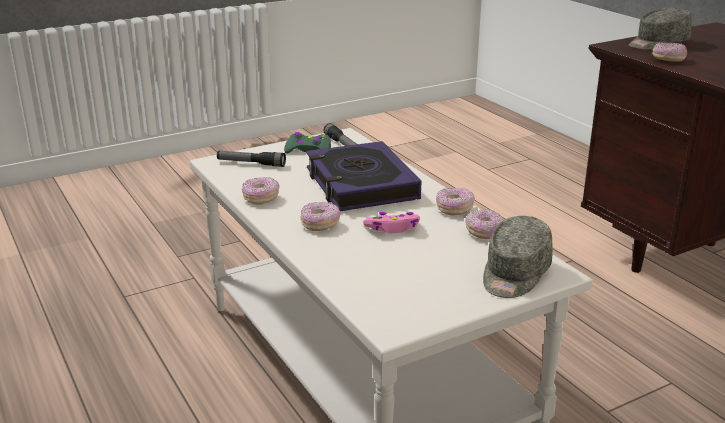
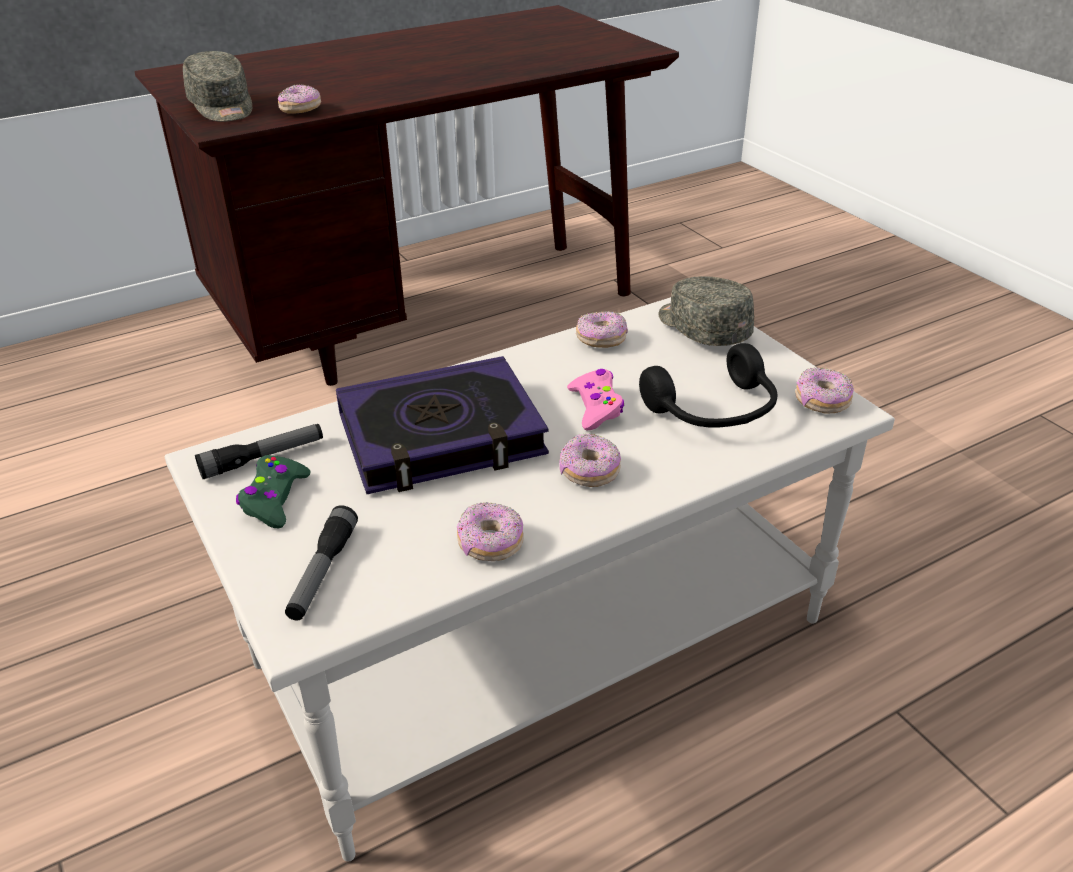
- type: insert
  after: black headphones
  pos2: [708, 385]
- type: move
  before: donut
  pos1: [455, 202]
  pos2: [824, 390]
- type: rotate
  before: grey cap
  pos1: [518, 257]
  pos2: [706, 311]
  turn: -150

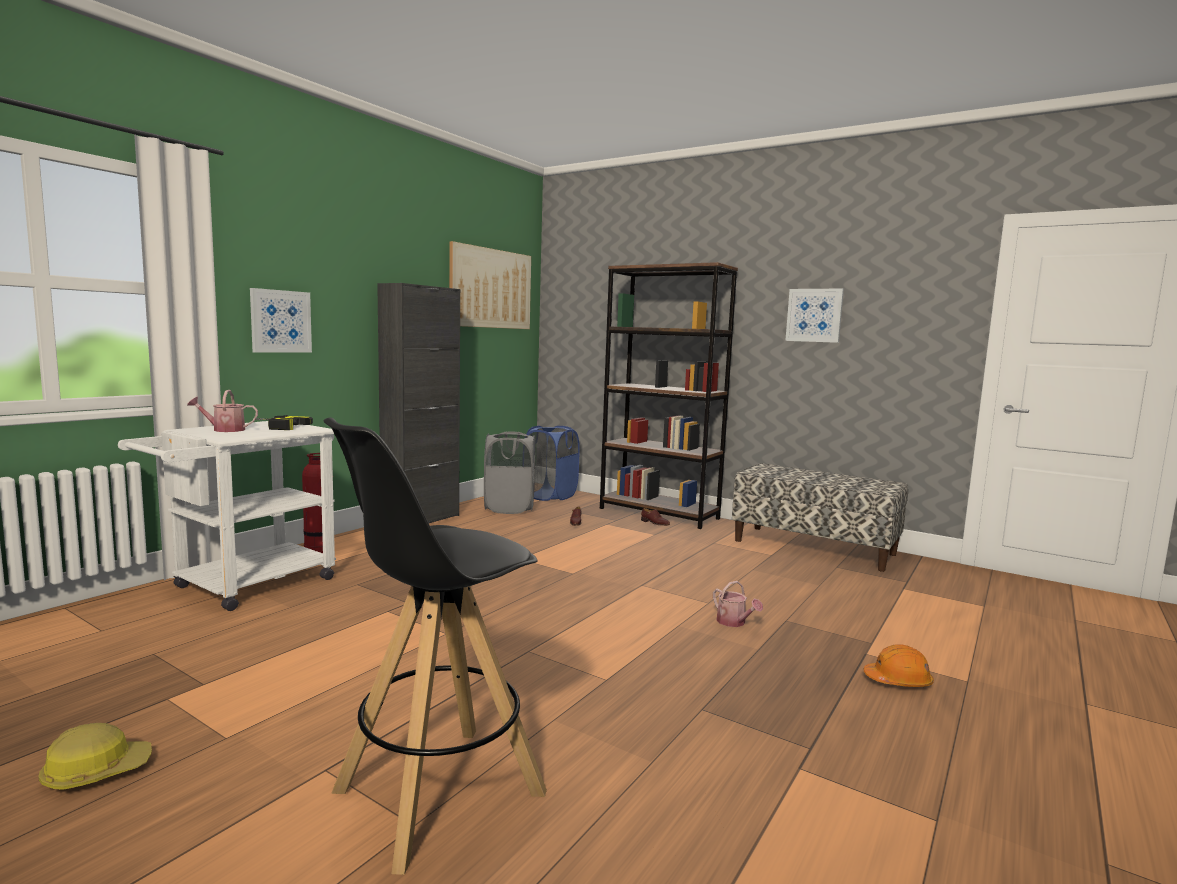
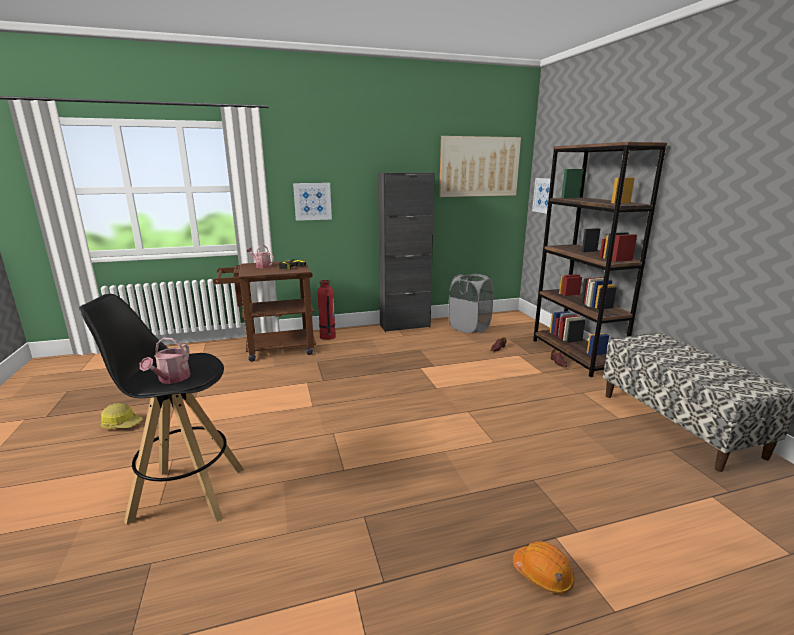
- type: delete
  before: blue laundry basket
  pos1: [553, 463]
- type: move
  before: watering can
  pos1: [738, 604]
  pos2: [165, 361]
- type: move
  before: picture
  pos1: [814, 316]
  pos2: [544, 196]
- type: recolor
  before: white cart
  after: brown cart
  pos1: [227, 516]
  pos2: [264, 311]

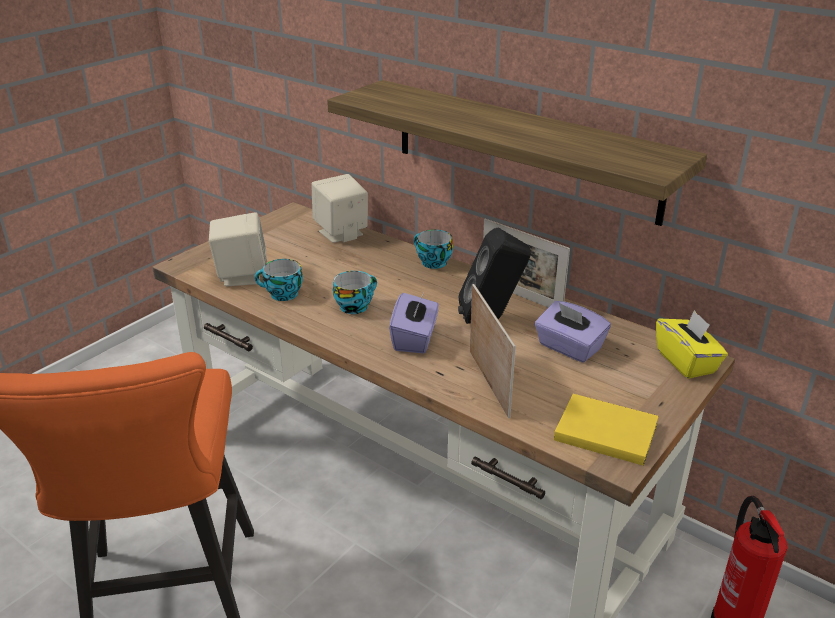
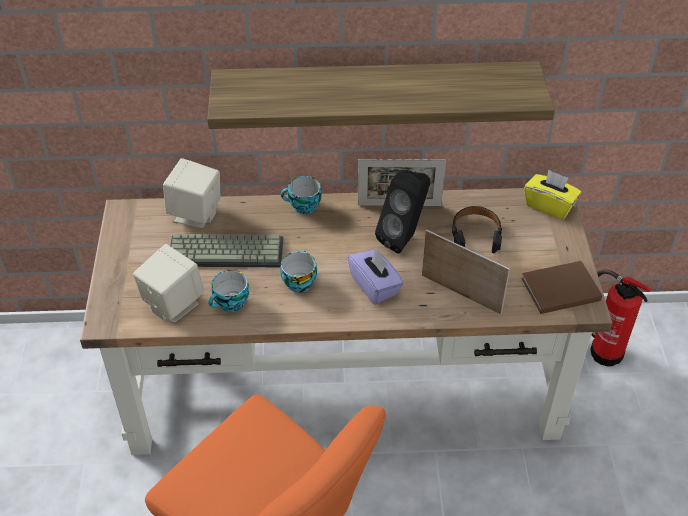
- type: insert
  after: keyboard
  pos2: [226, 250]
- type: replace
  before: purple tissue box
  after: black headphones
  pos1: [573, 332]
  pos2: [477, 229]
- type: recolor
  before: yellow book
  after: brown book
  pos1: [606, 430]
  pos2: [561, 287]

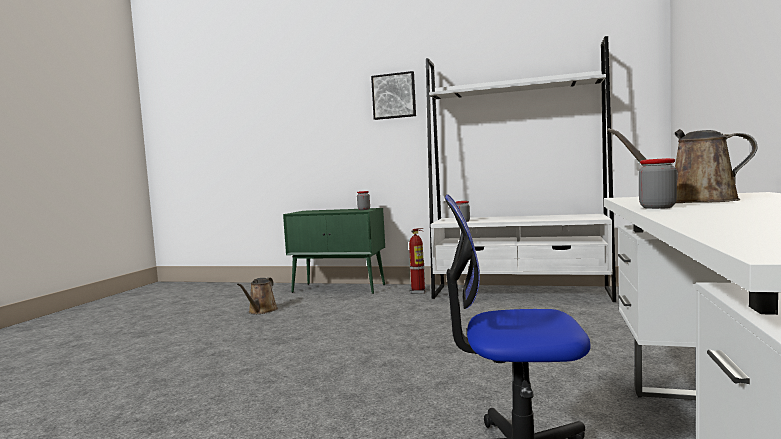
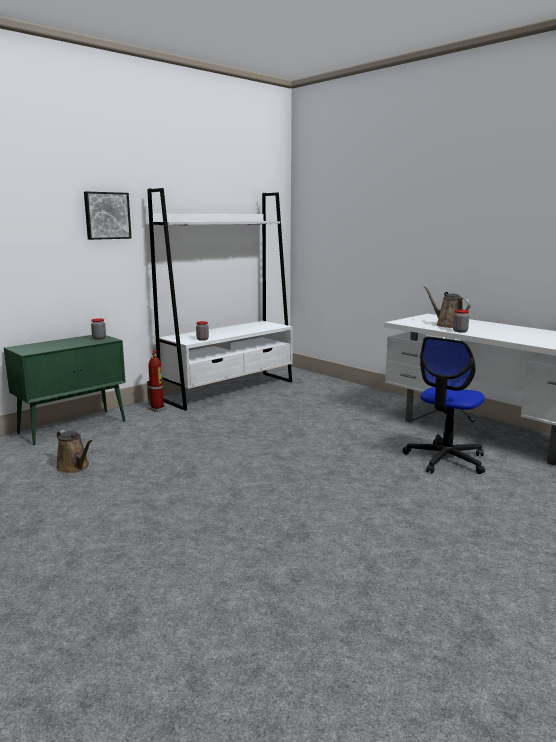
- type: rotate
  before: brown watering can
  pos1: [682, 165]
  pos2: [447, 307]
  turn: 105

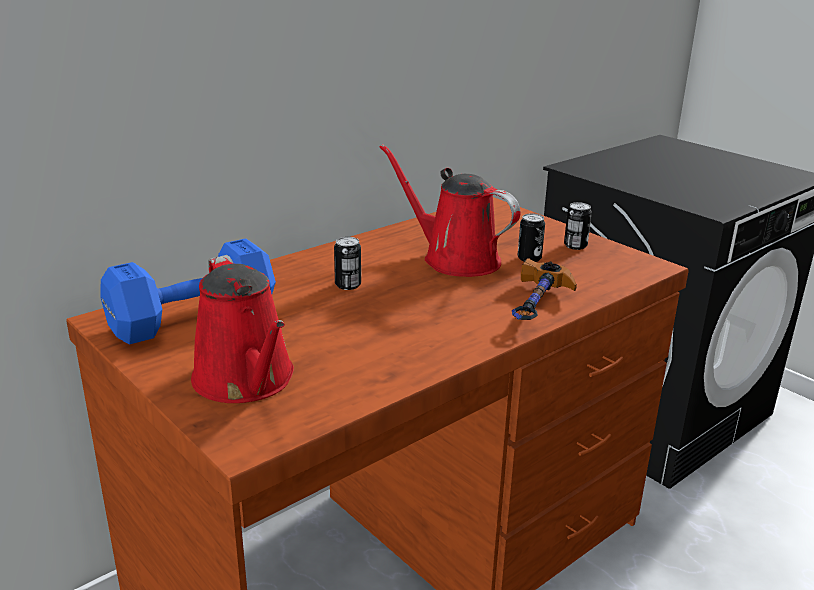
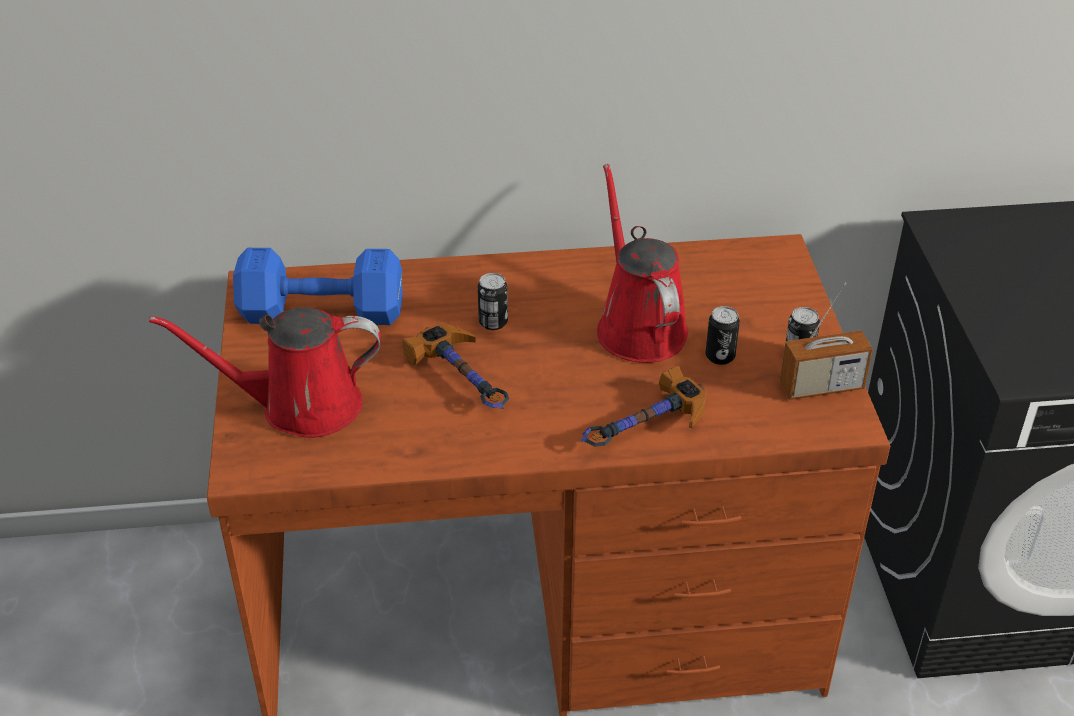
- type: insert
  after: hammer
  pos2: [455, 366]
- type: insert
  after: radio
  pos2: [826, 341]
- type: rotate
  before: red watering can
  pos1: [242, 329]
  pos2: [265, 372]
  turn: 75

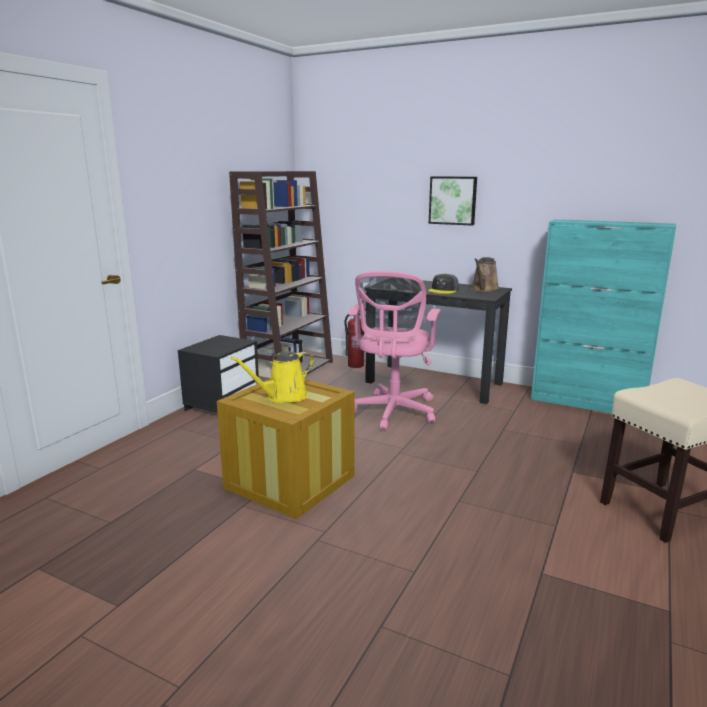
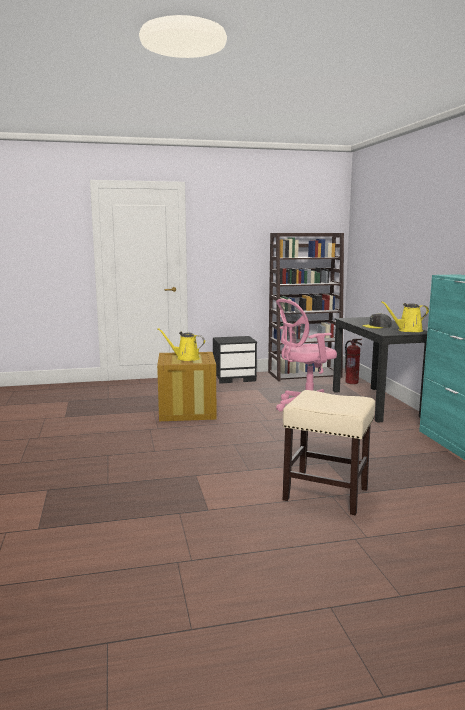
- type: delete
  before: picture
  pos1: [453, 201]
- type: recolor
  before: brown watering can
  after: yellow watering can
  pos1: [485, 274]
  pos2: [405, 316]

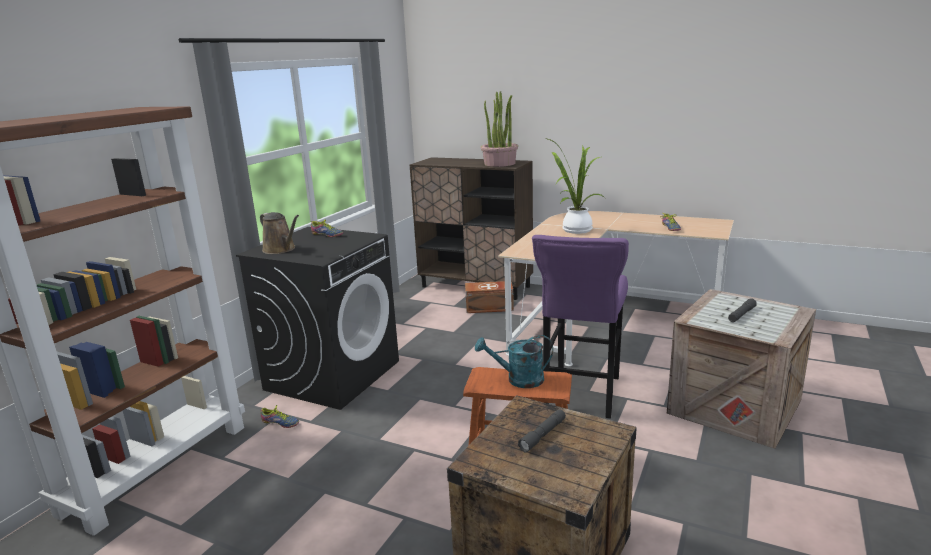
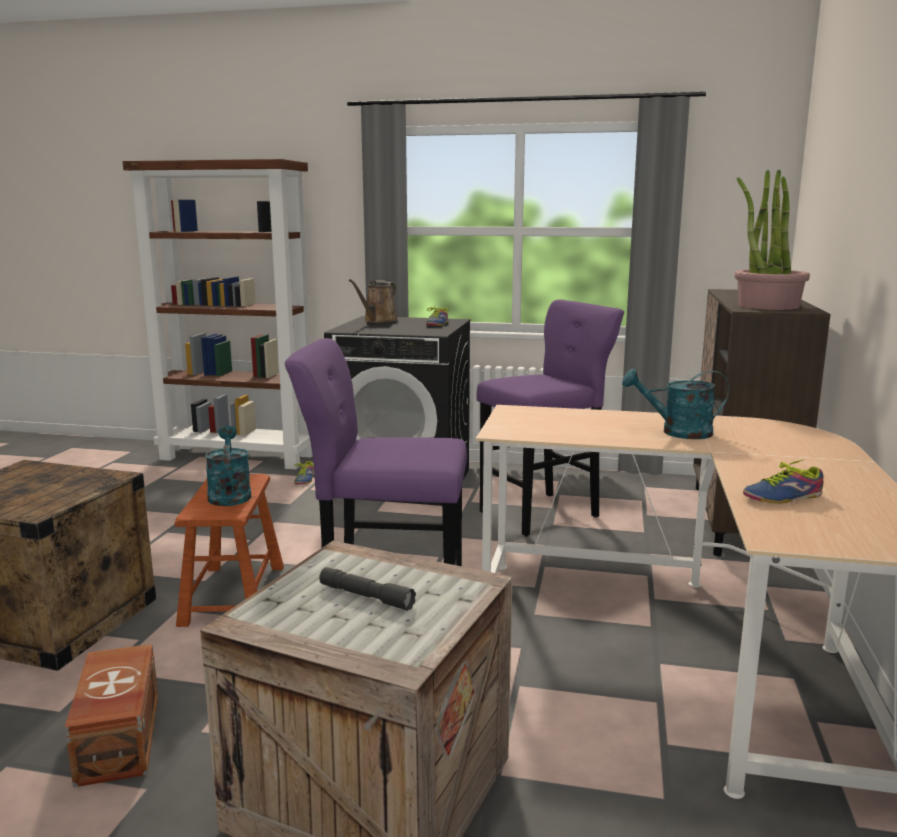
- type: delete
  before: grey flashlight
  pos1: [542, 431]
- type: insert
  after: purple stool
  pos2: [550, 418]
- type: move
  before: brown storage box
  pos1: [489, 297]
  pos2: [111, 715]
- type: replace
  before: potted plant
  after: turquoise watering can
  pos1: [574, 186]
  pos2: [675, 404]

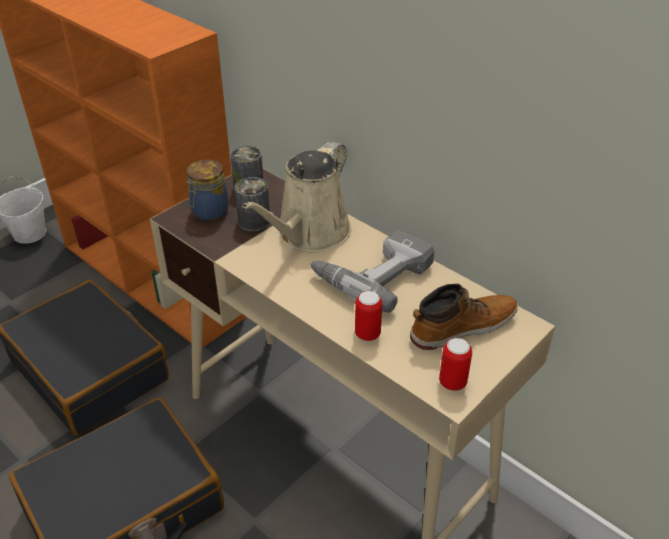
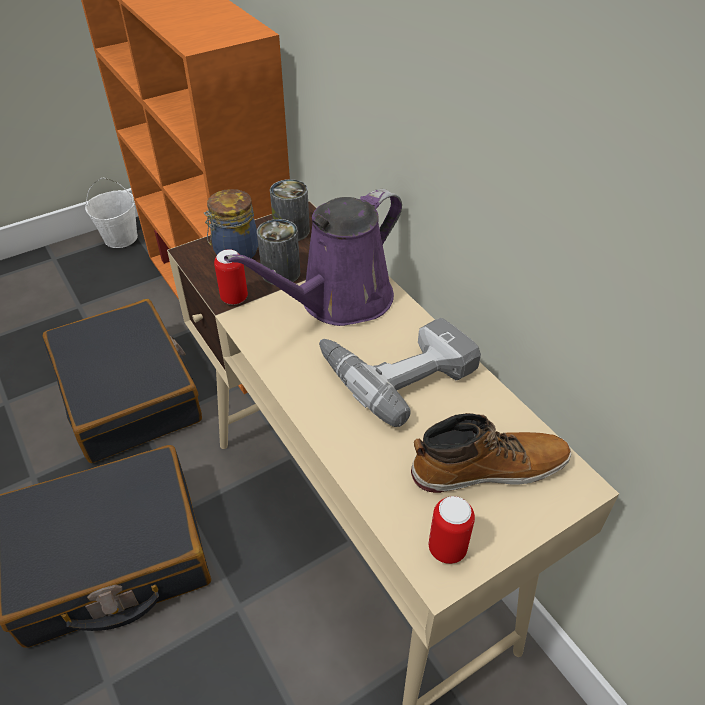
- type: move
  before: can
  pos1: [368, 316]
  pos2: [231, 277]
- type: recolor
  before: beige watering can
  after: purple watering can
  pos1: [297, 197]
  pos2: [313, 257]

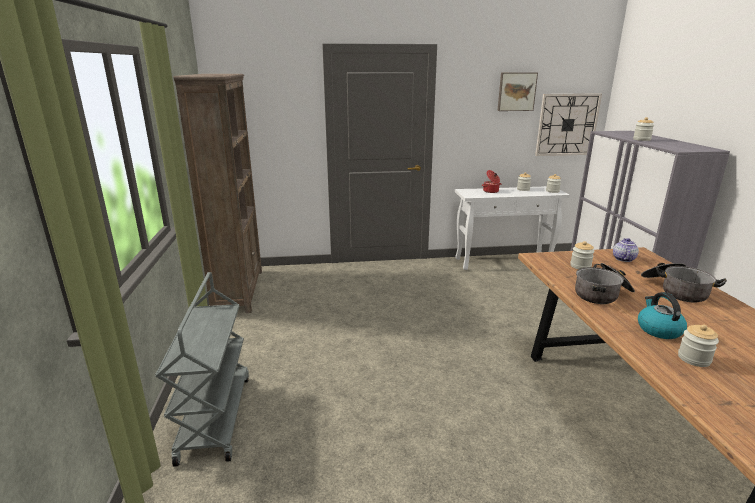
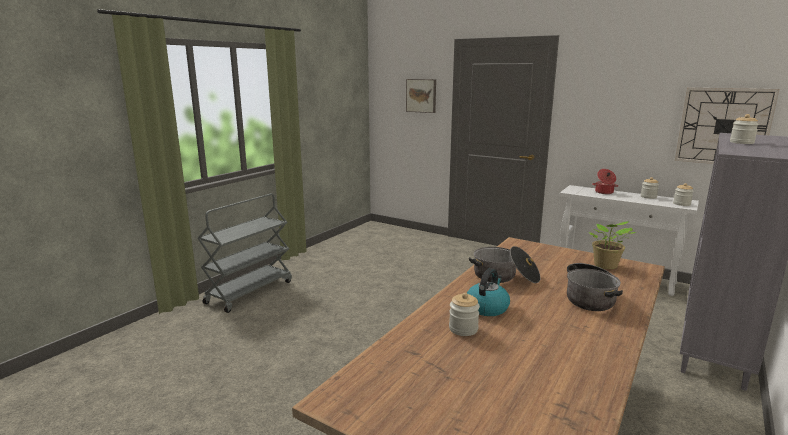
- type: delete
  before: brown bookcase
  pos1: [218, 193]
- type: delete
  before: jar
  pos1: [582, 255]
- type: move
  before: picture
  pos1: [517, 92]
  pos2: [421, 96]
- type: replace
  before: teapot
  after: potted plant
  pos1: [626, 250]
  pos2: [612, 245]

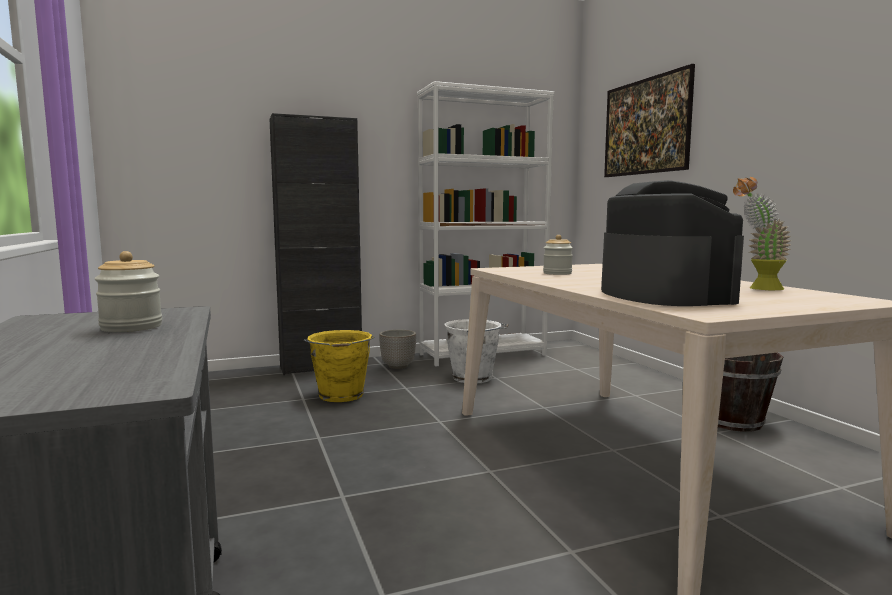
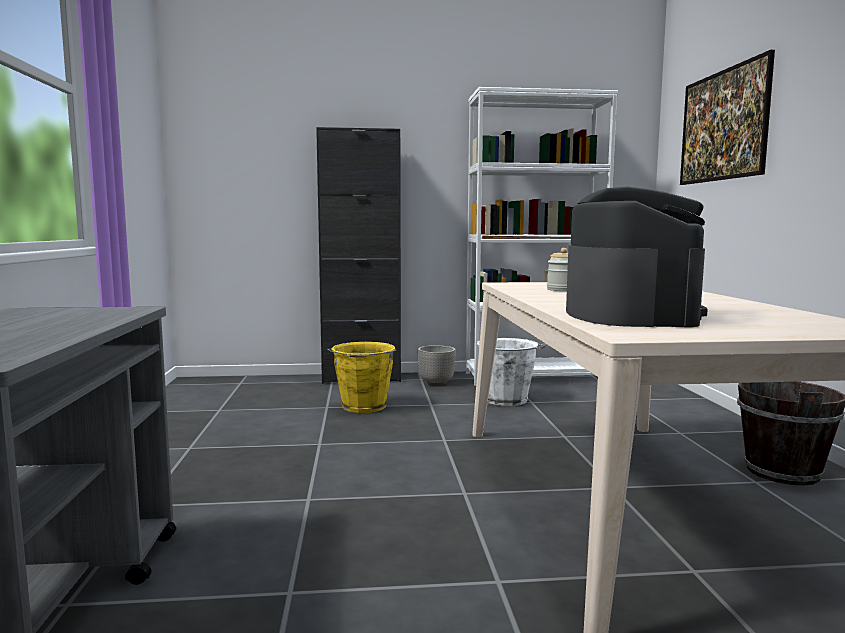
- type: delete
  before: jar
  pos1: [128, 291]
- type: delete
  before: potted plant
  pos1: [762, 234]

